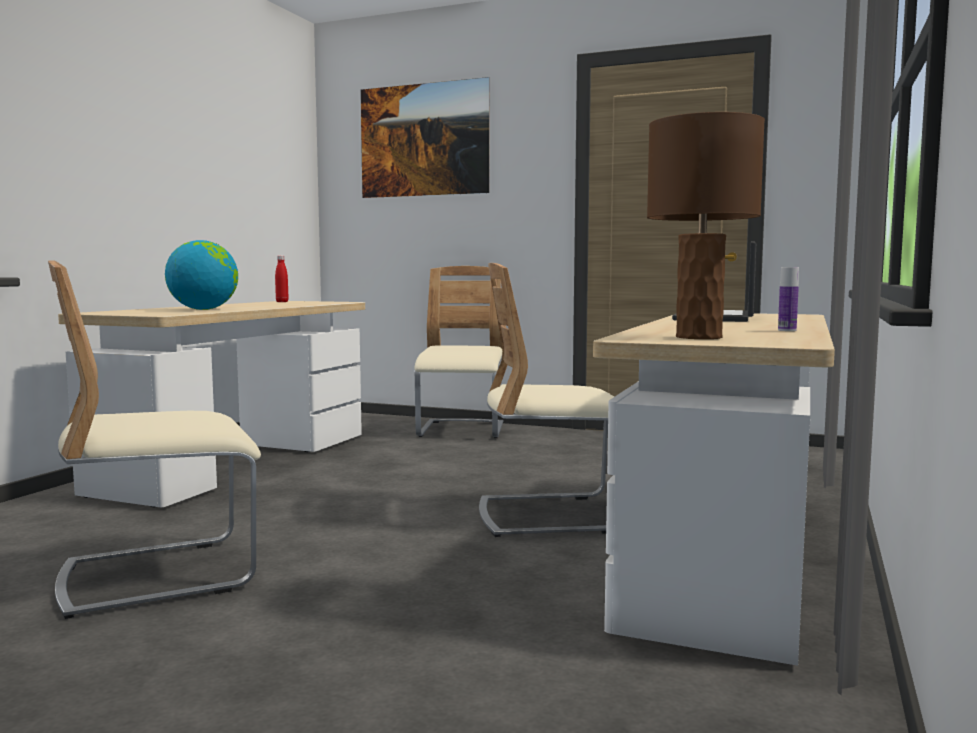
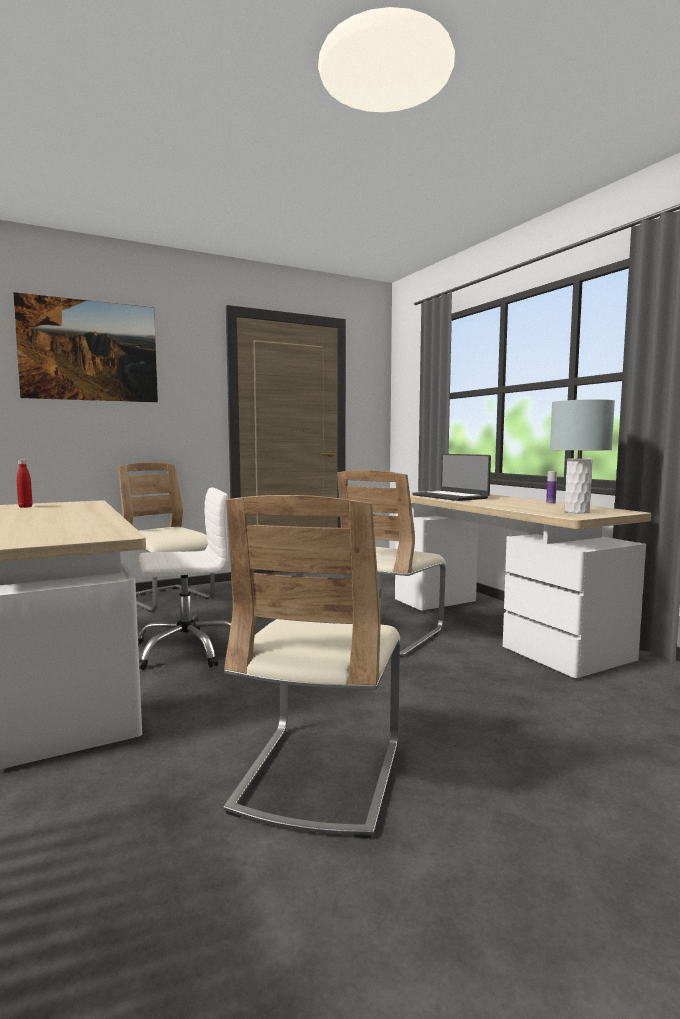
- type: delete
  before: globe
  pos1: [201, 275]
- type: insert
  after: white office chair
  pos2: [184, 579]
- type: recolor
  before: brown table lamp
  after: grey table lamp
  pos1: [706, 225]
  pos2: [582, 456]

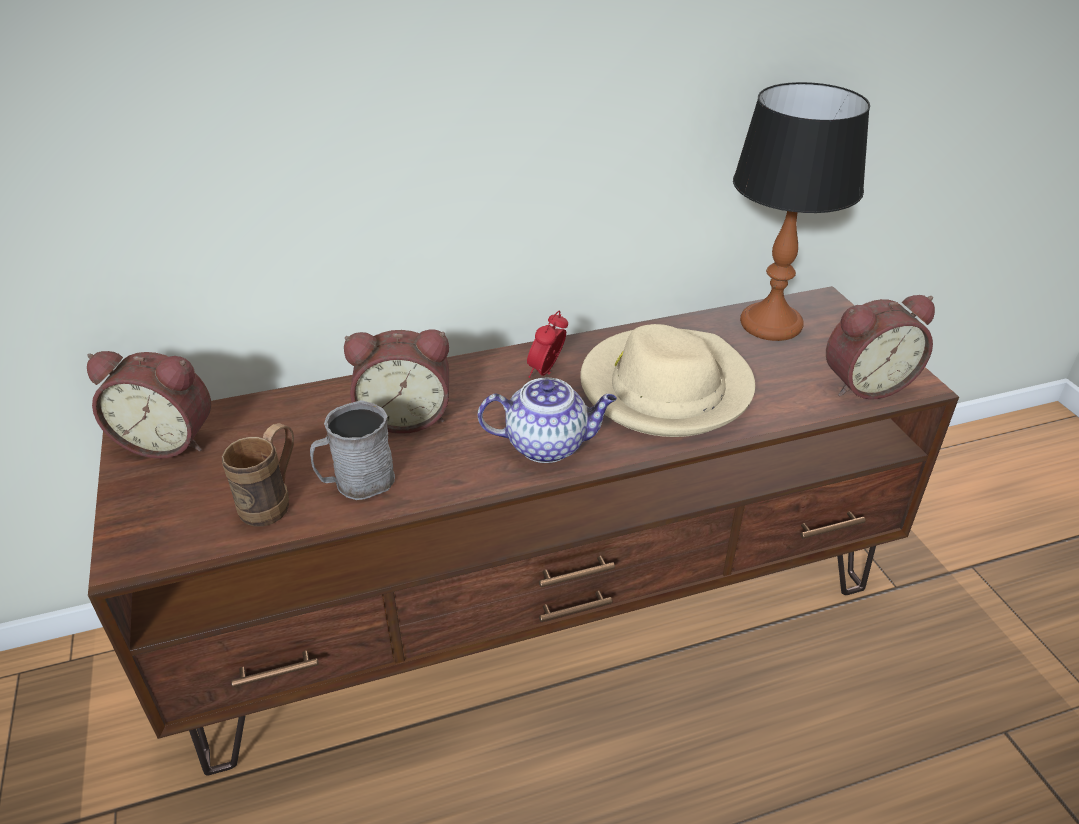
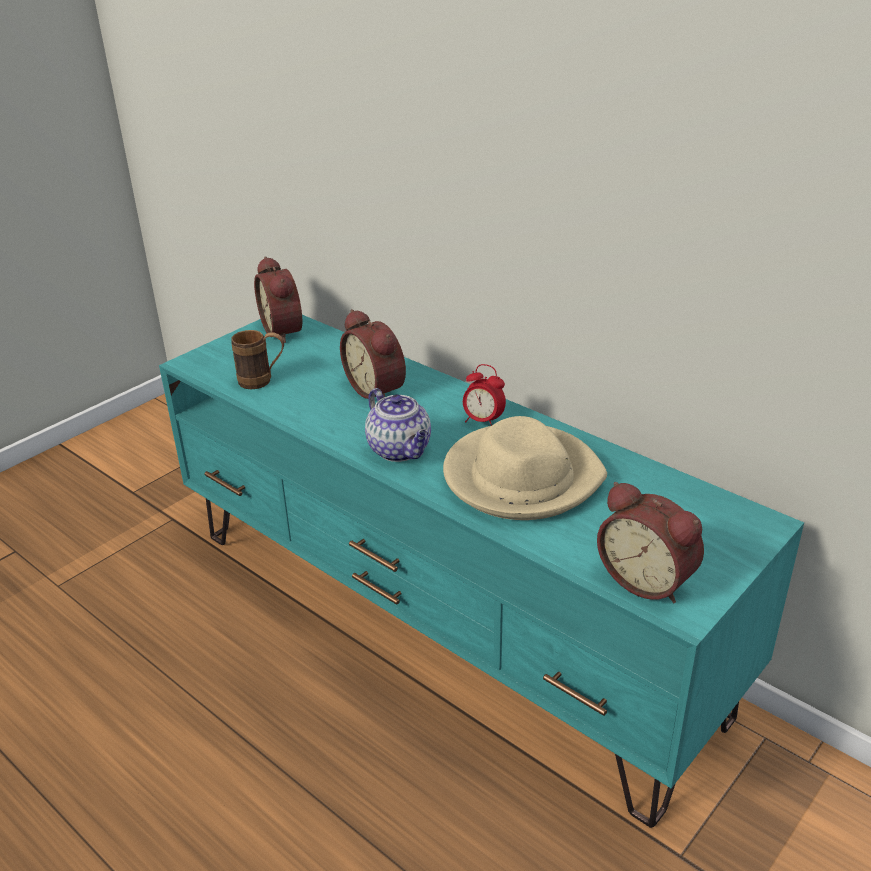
- type: delete
  before: grey mug
  pos1: [352, 450]
- type: delete
  before: table lamp
  pos1: [801, 211]
- type: recolor
  before: brown tv stand
  after: turquoise tv stand
  pos1: [523, 531]
  pos2: [481, 571]
- type: rotate
  before: alarm clock
  pos1: [547, 344]
  pos2: [484, 395]
  turn: -150

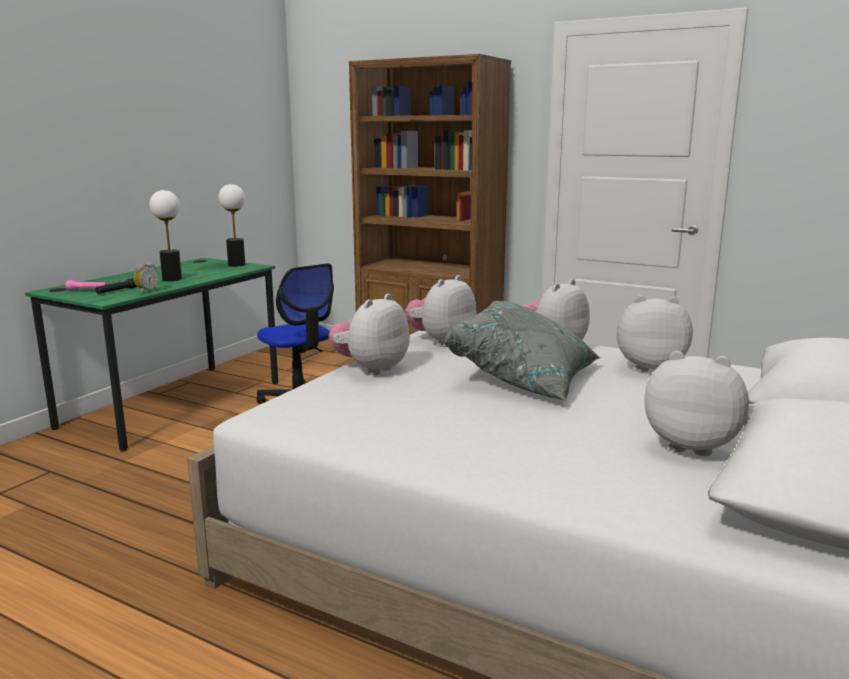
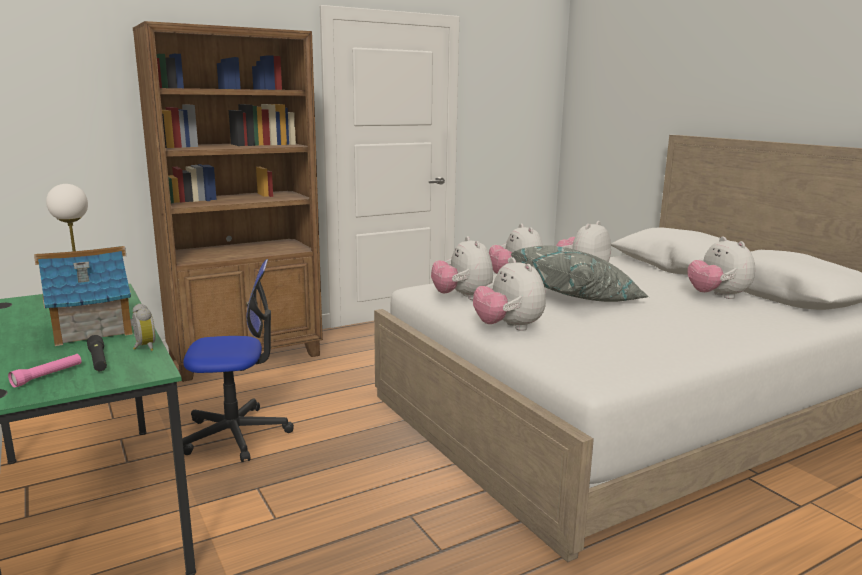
- type: replace
  before: table lamp
  after: toy house
  pos1: [165, 235]
  pos2: [83, 296]
- type: rotate
  before: plush toy
  pos1: [697, 403]
  pos2: [721, 268]
  turn: -75

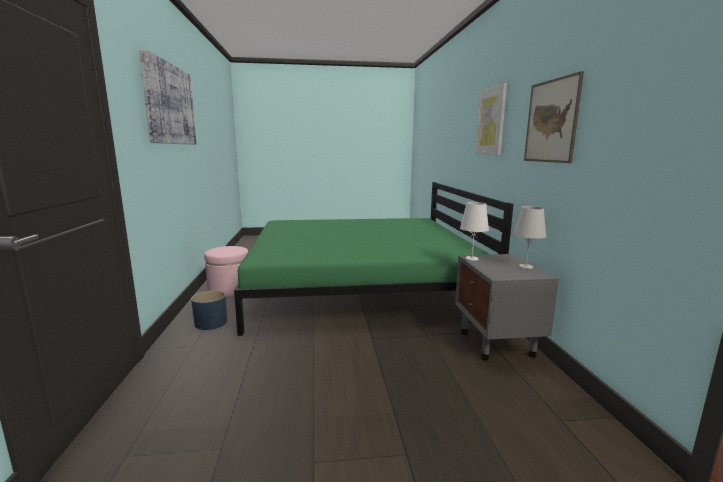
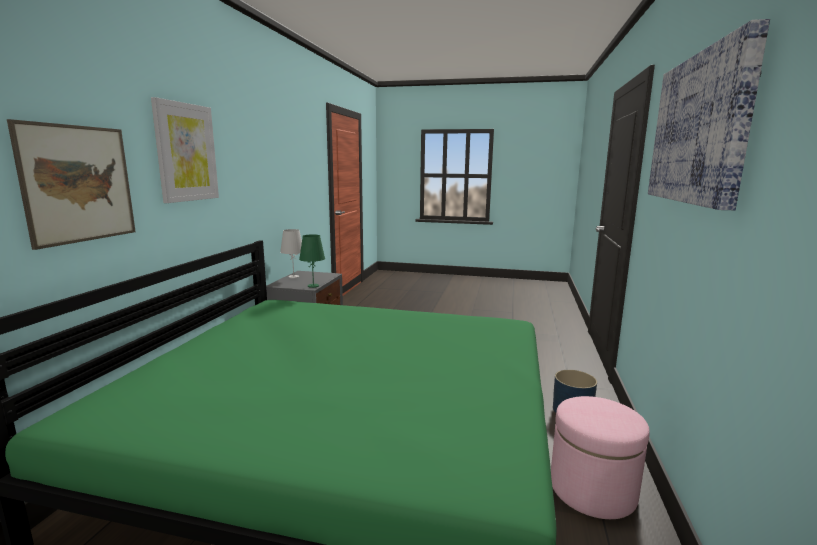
- type: move
  before: picture
  pos1: [554, 117]
  pos2: [71, 184]
- type: recolor
  before: white table lamp
  after: green table lamp
  pos1: [474, 231]
  pos2: [312, 261]

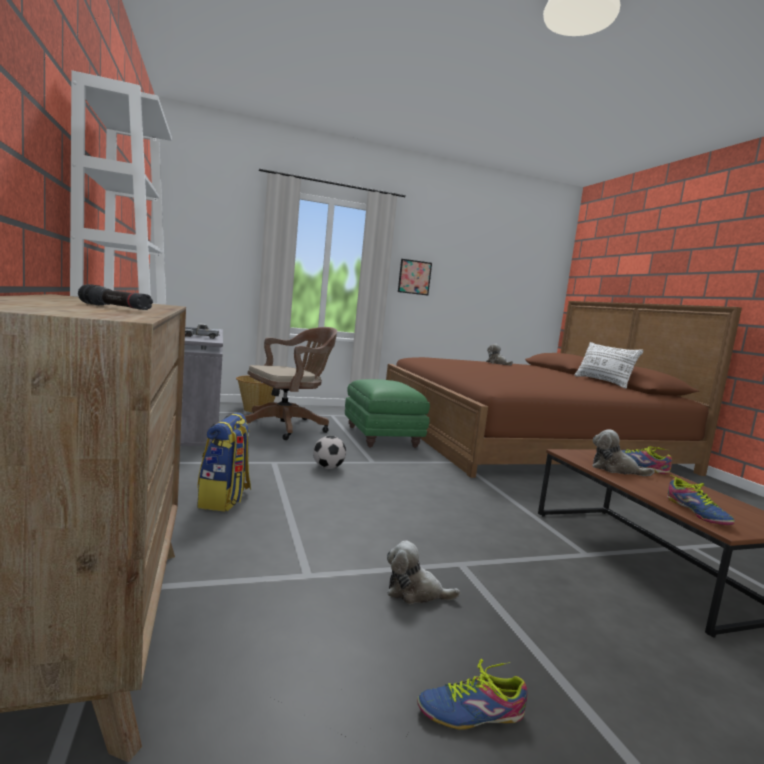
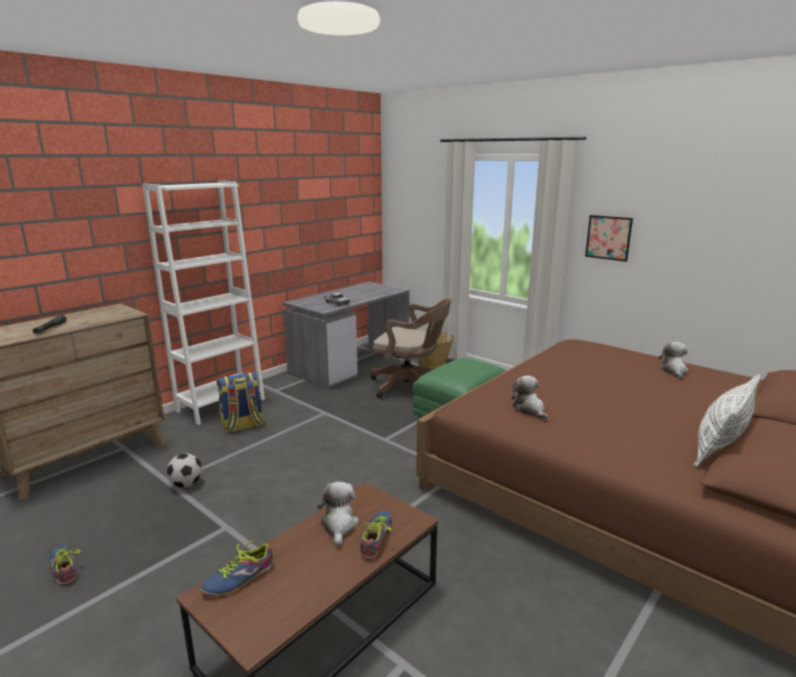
- type: move
  before: football
  pos1: [329, 452]
  pos2: [184, 470]
- type: move
  before: plush toy
  pos1: [423, 572]
  pos2: [530, 398]

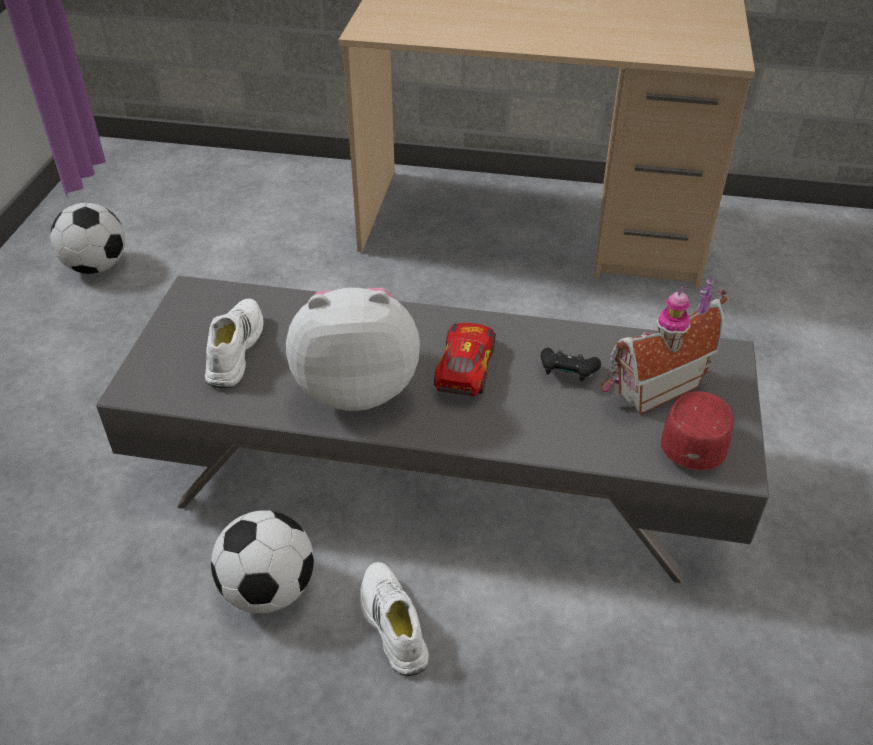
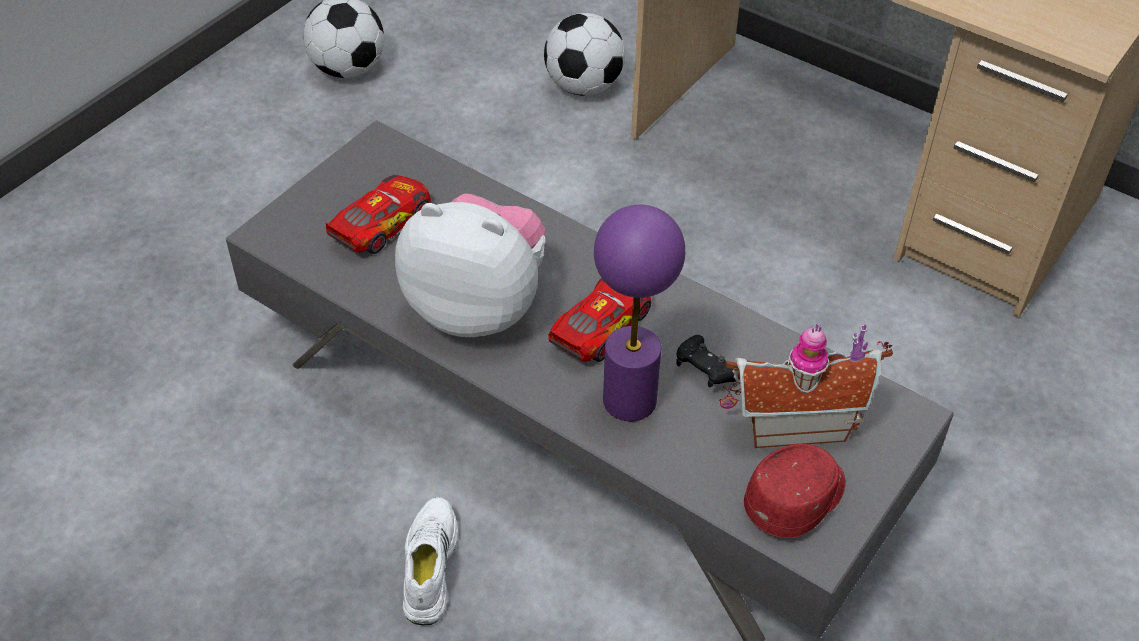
- type: insert
  after: purple table lamp
  pos2: [639, 313]
- type: move
  before: football
  pos1: [262, 561]
  pos2: [584, 54]
- type: replace
  before: white shoe
  after: toy car
  pos1: [234, 343]
  pos2: [378, 214]

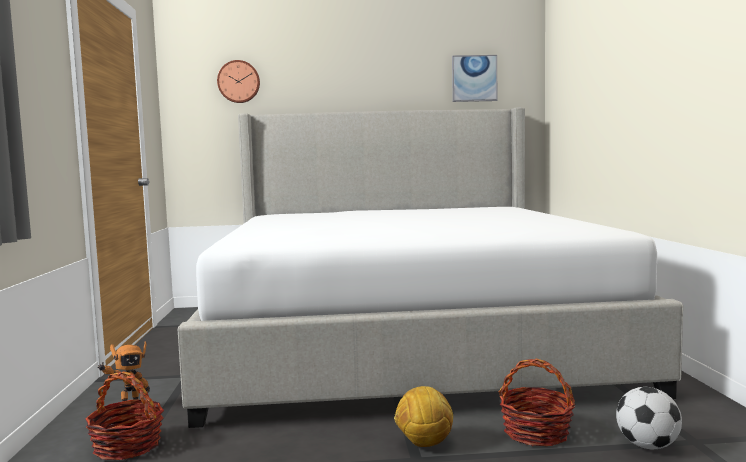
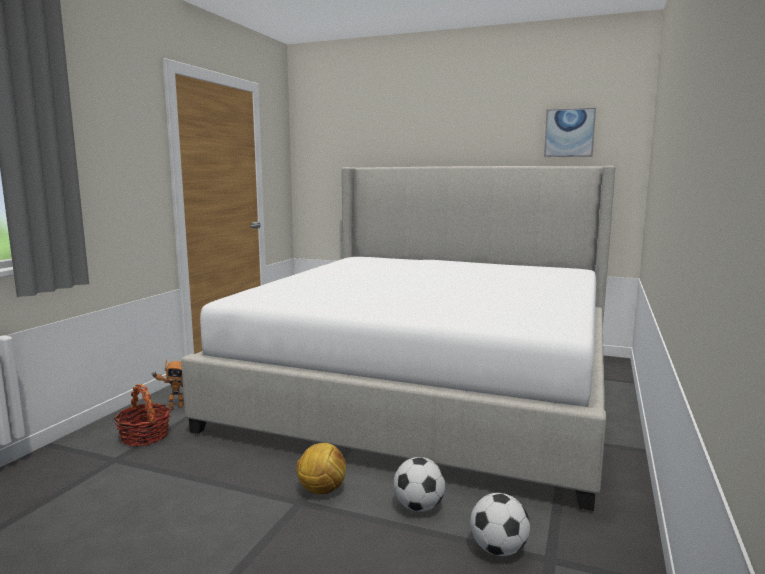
- type: delete
  before: wall clock
  pos1: [238, 81]
- type: replace
  before: basket
  after: football
  pos1: [537, 402]
  pos2: [419, 484]

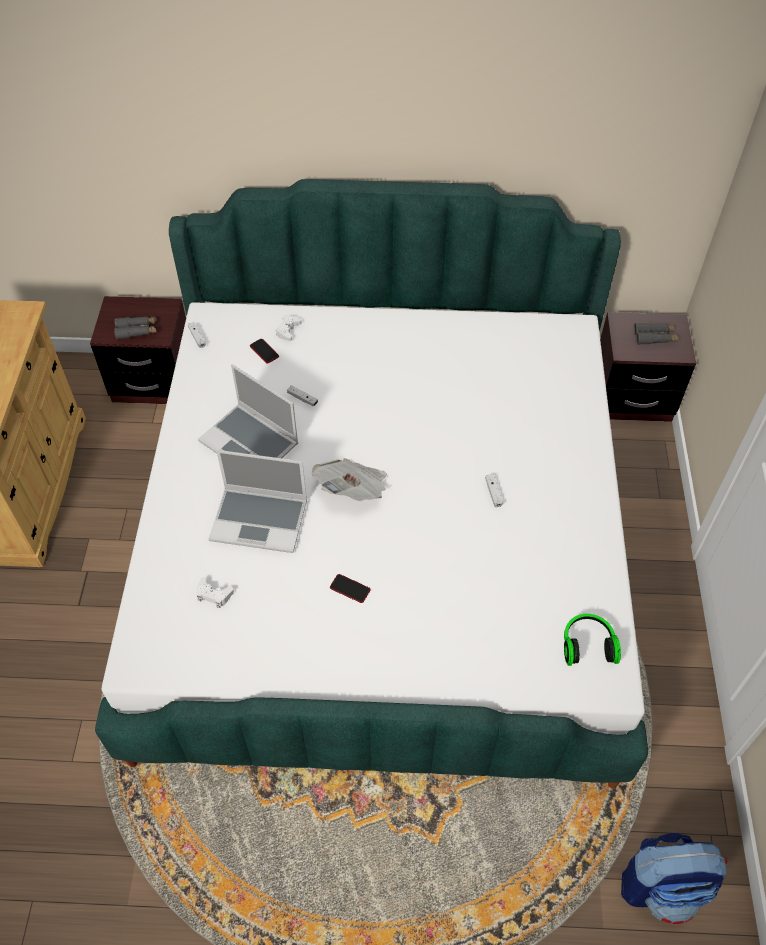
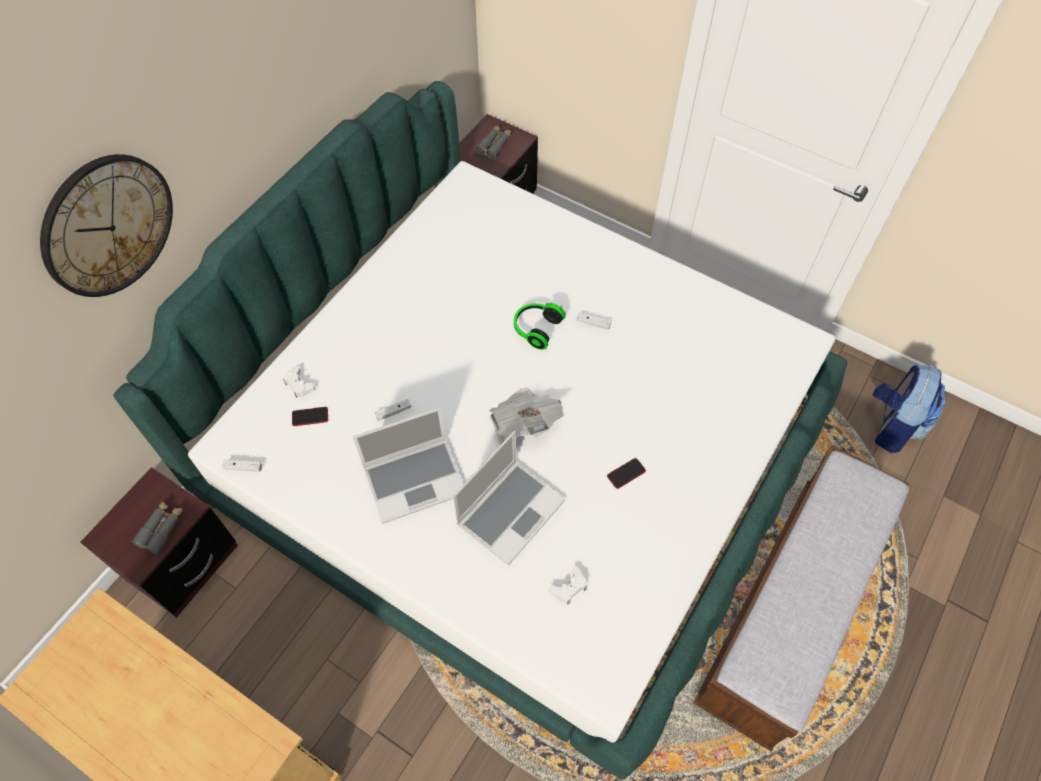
- type: insert
  after: wall clock
  pos2: [106, 225]
- type: insert
  after: bench
  pos2: [801, 598]
- type: move
  before: headphones
  pos1: [592, 640]
  pos2: [540, 326]

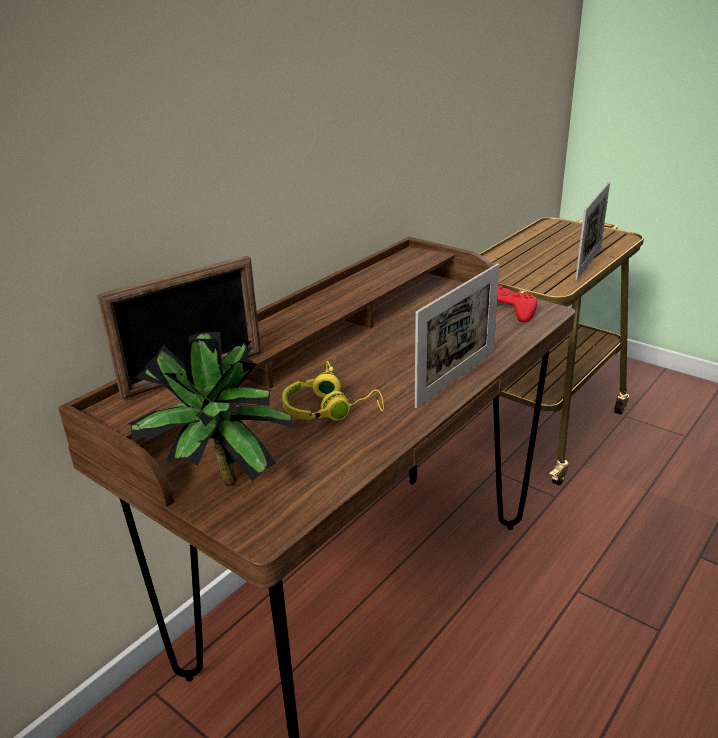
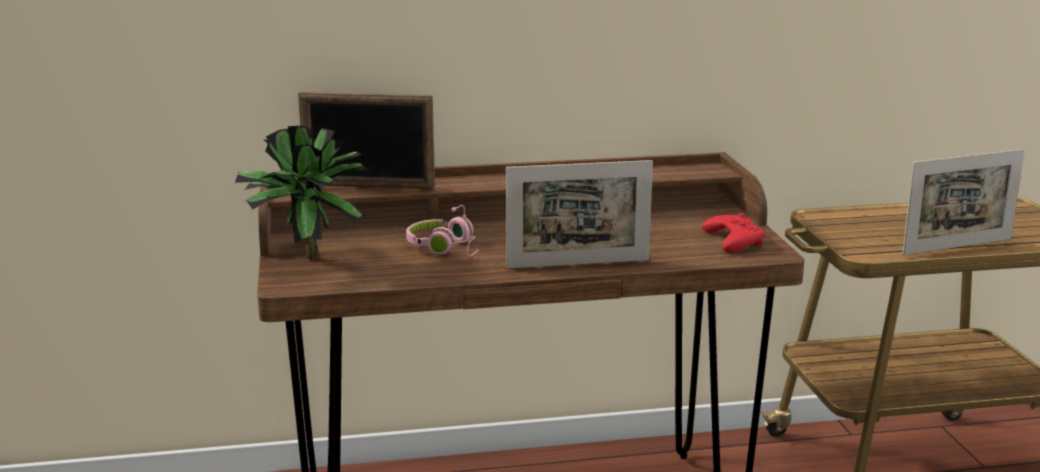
- type: recolor
  before: yellow headphones
  after: pink headphones
  pos1: [333, 391]
  pos2: [443, 230]

